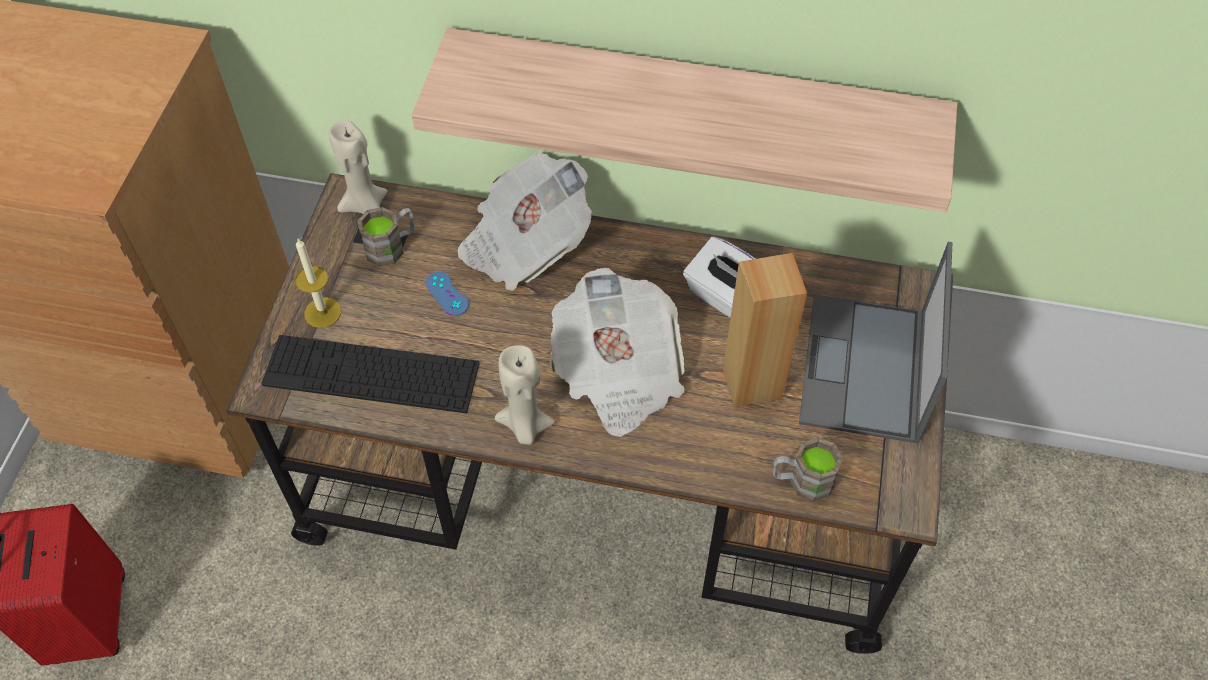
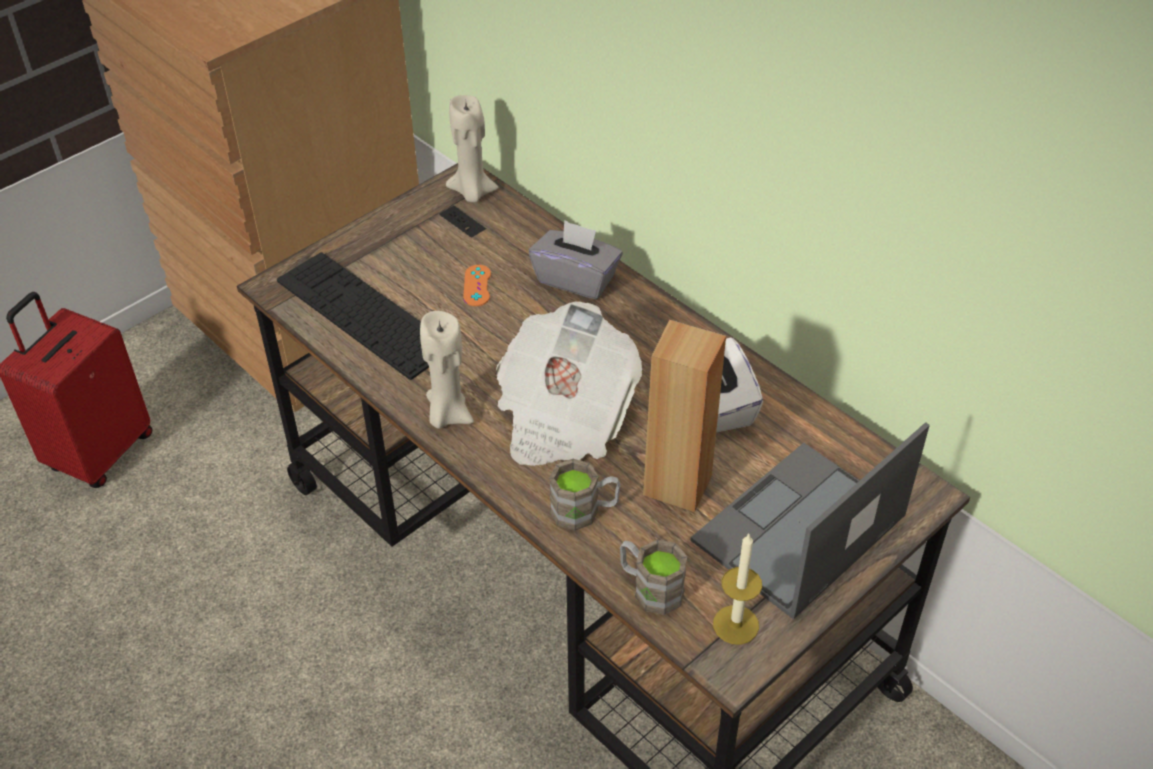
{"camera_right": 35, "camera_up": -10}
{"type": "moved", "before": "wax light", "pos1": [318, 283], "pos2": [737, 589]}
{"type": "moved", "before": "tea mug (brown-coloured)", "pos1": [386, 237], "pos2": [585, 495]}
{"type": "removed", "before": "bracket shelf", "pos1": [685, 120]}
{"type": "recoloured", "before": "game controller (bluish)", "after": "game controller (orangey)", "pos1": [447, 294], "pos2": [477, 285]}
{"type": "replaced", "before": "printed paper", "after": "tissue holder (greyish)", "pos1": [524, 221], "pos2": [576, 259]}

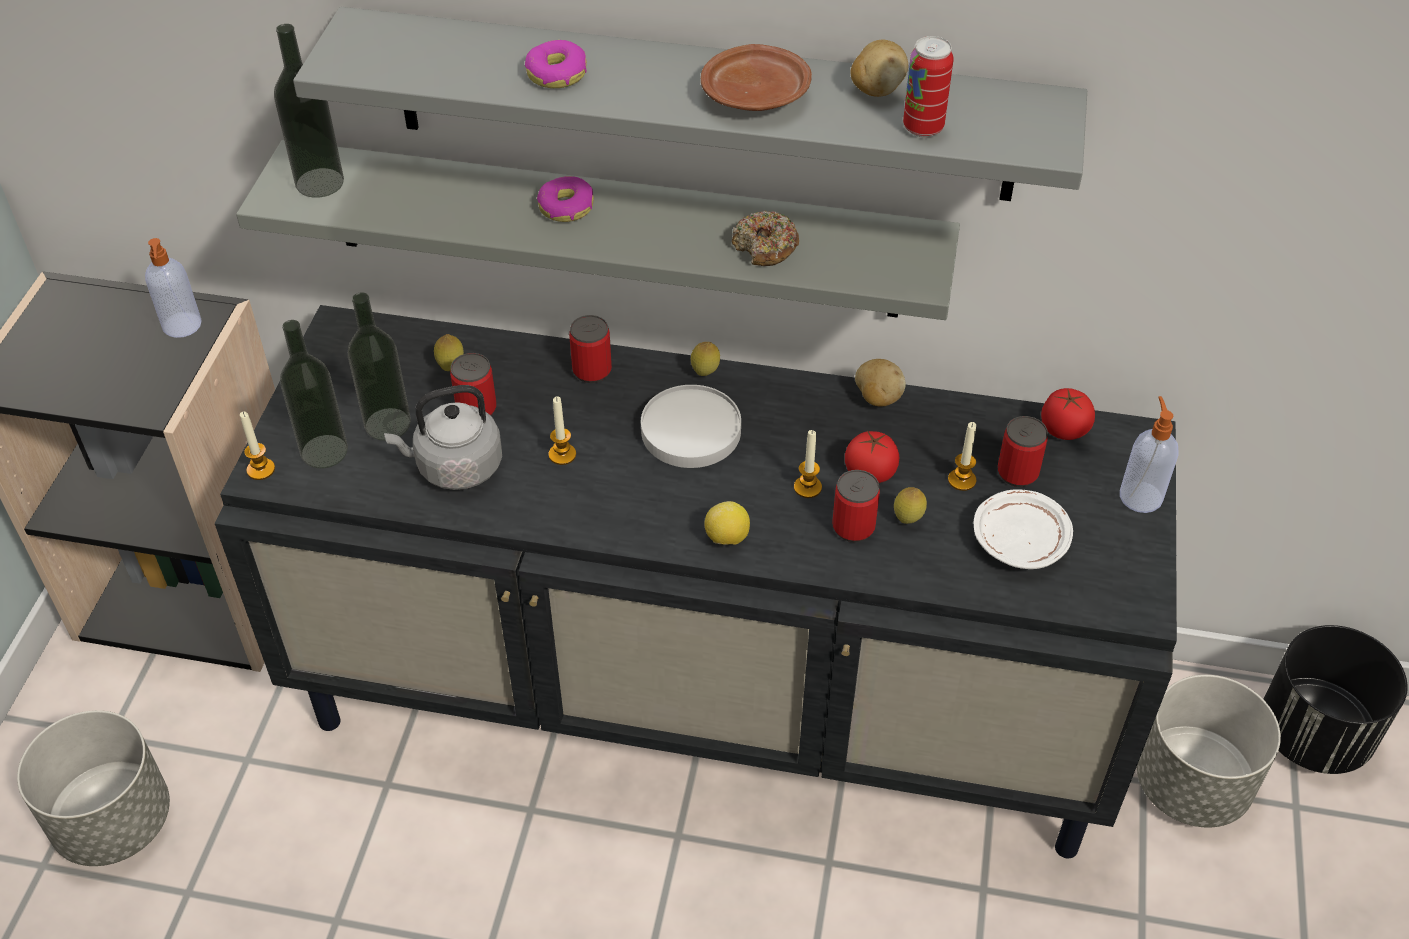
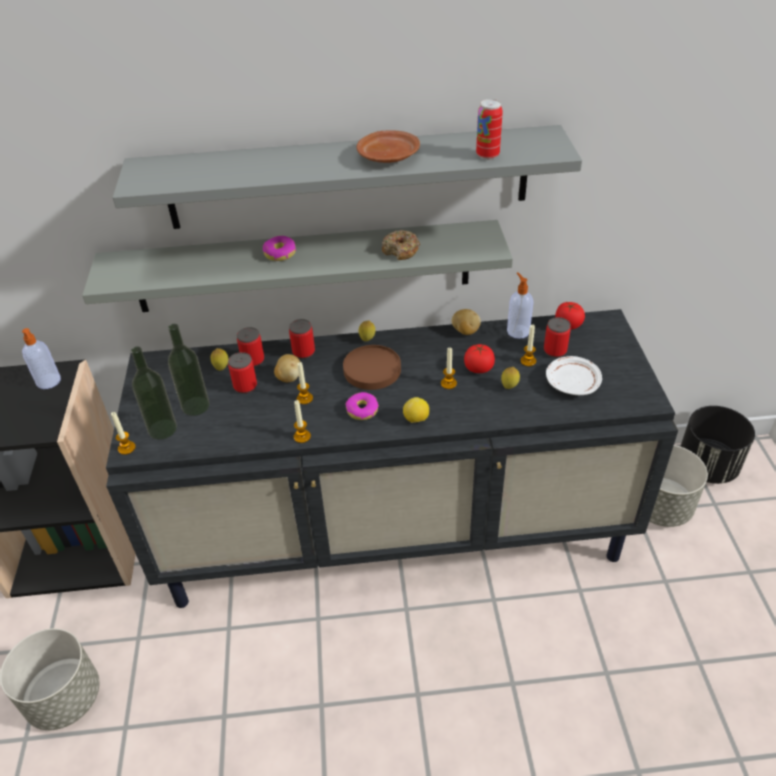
{"camera_right": -15, "camera_up": -5}
{"type": "removed", "before": "bottle", "pos1": [309, 111]}
{"type": "removed", "before": "kettle (greyish)", "pos1": [443, 437]}
{"type": "moved", "before": "doughnut", "pos1": [556, 64], "pos2": [362, 406]}
{"type": "recoloured", "before": "dinner plate (whitish)", "after": "dinner plate (brown-coloured)", "pos1": [691, 426], "pos2": [372, 367]}
{"type": "moved", "before": "can", "pos1": [856, 506], "pos2": [250, 347]}
{"type": "moved", "before": "whole potato", "pos1": [879, 68], "pos2": [287, 368]}
{"type": "moved", "before": "soap bottle", "pos1": [1149, 454], "pos2": [520, 305]}
{"type": "added", "after": "wax light", "pos2": [302, 421]}

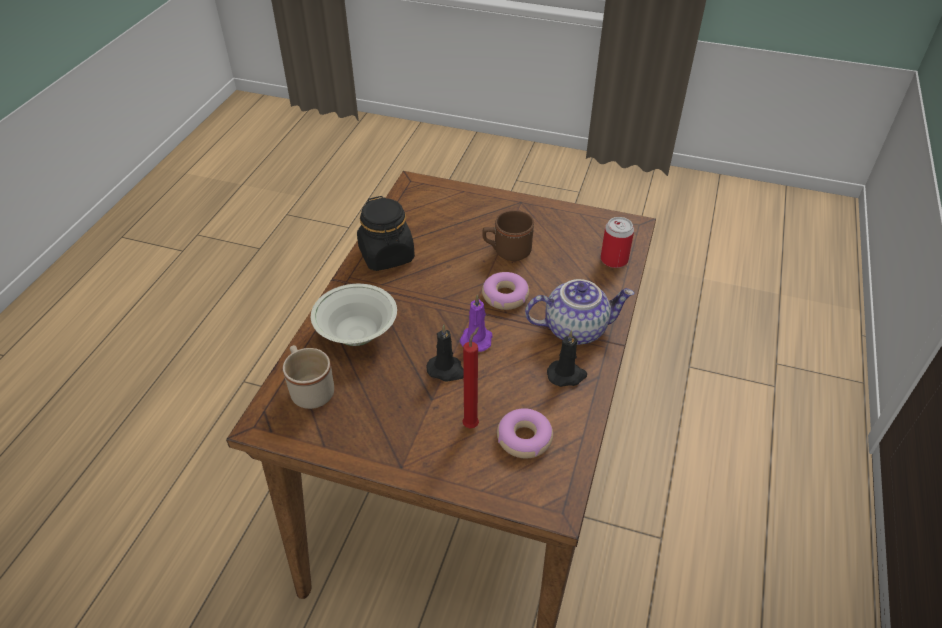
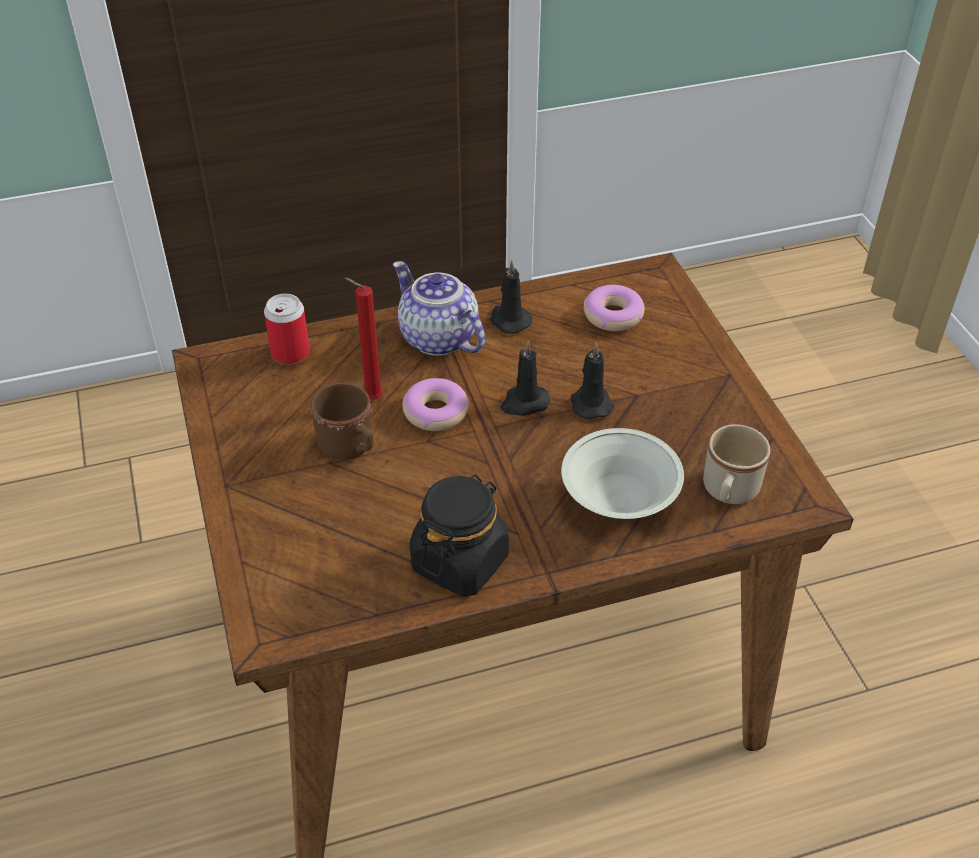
{"camera_right": -125, "camera_up": 0}
{"type": "recoloured", "before": "wax light (purple)", "after": "wax light (blackish)", "pos1": [476, 323], "pos2": [525, 378]}
{"type": "moved", "before": "wax light (reddish)", "pos1": [471, 377], "pos2": [364, 339]}

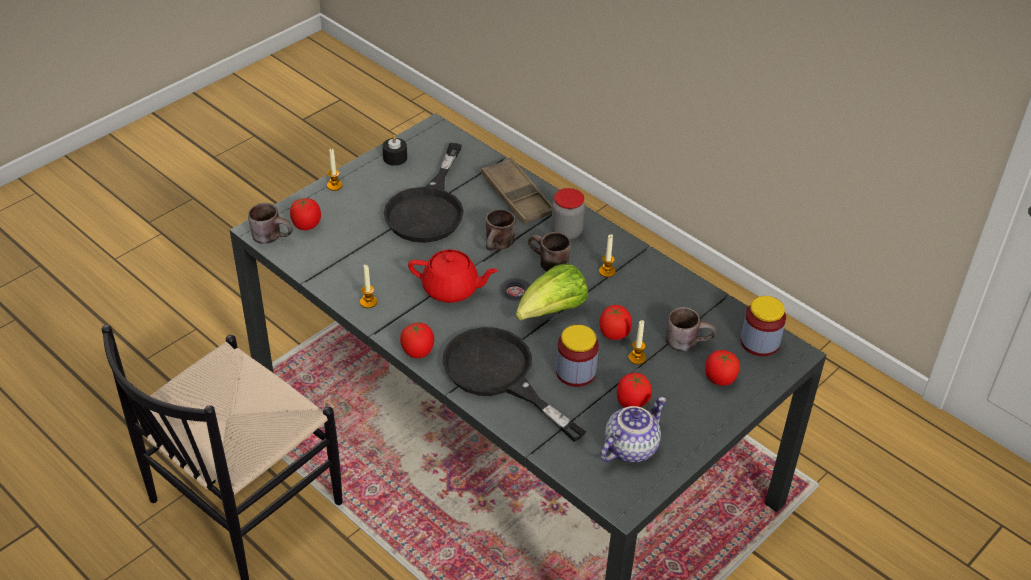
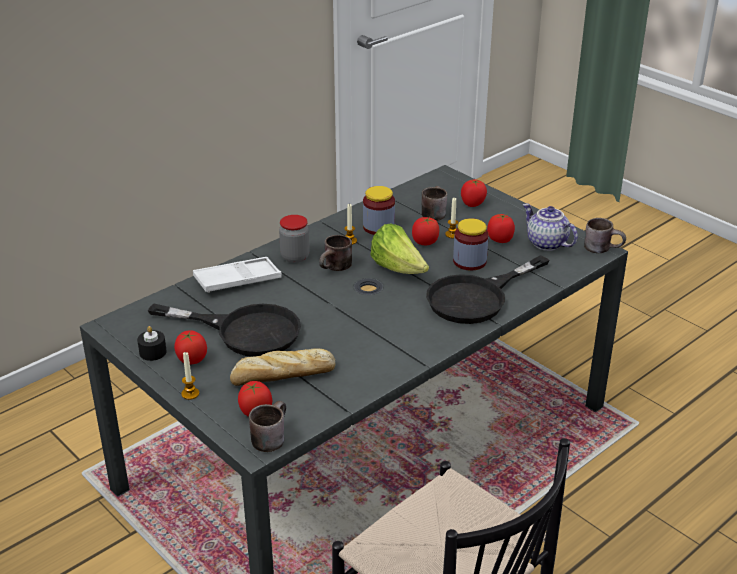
{"camera_right": -85, "camera_up": -10}
{"type": "removed", "before": "wax light", "pos1": [368, 286]}
{"type": "moved", "before": "whole tomato", "pos1": [417, 340], "pos2": [190, 347]}
{"type": "removed", "before": "pot for tea (reddish)", "pos1": [453, 276]}
{"type": "recoloured", "before": "carrying tray (brown-coloured)", "after": "carrying tray (whitish)", "pos1": [516, 191], "pos2": [237, 275]}
{"type": "moved", "before": "tea mug (brown-coloured)", "pos1": [501, 230], "pos2": [605, 235]}
{"type": "moved", "before": "storage jar", "pos1": [763, 326], "pos2": [379, 210]}
{"type": "added", "after": "bakery bread", "pos2": [282, 367]}

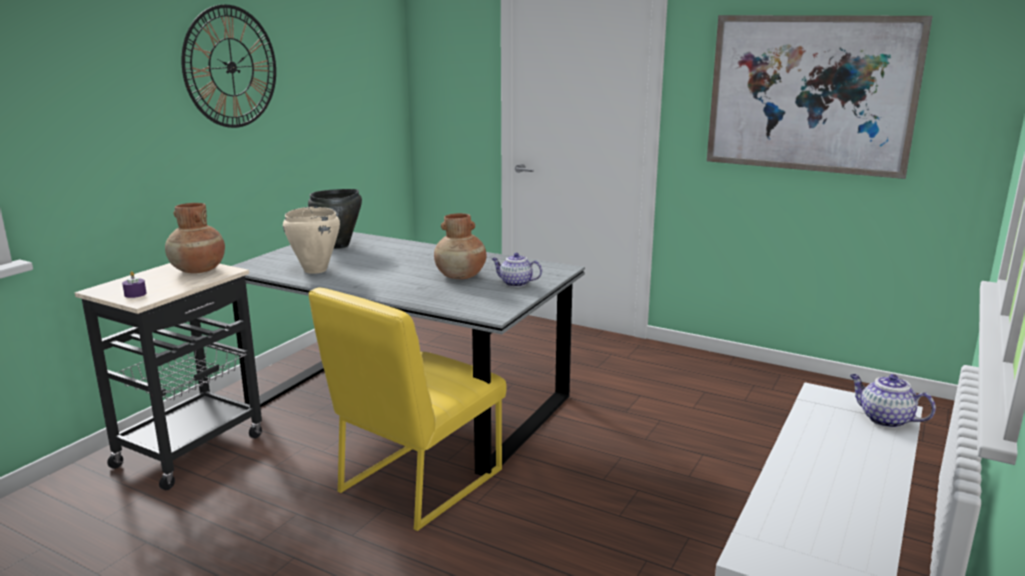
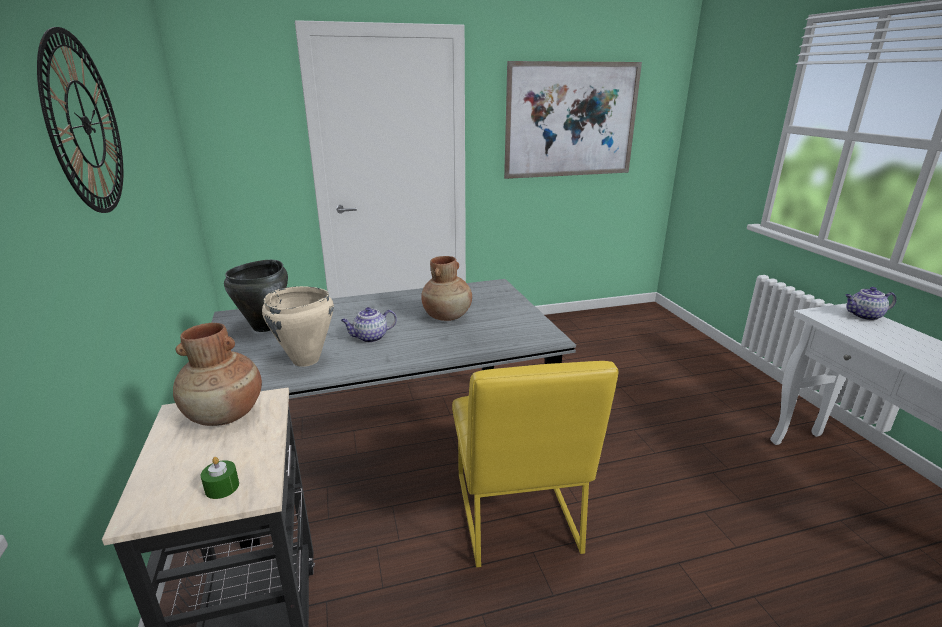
{"camera_right": -45, "camera_up": 5}
{"type": "recoloured", "before": "wax light (purple)", "after": "wax light (greenish)", "pos1": [134, 284], "pos2": [220, 478]}
{"type": "moved", "before": "pot for tea", "pos1": [516, 270], "pos2": [369, 325]}

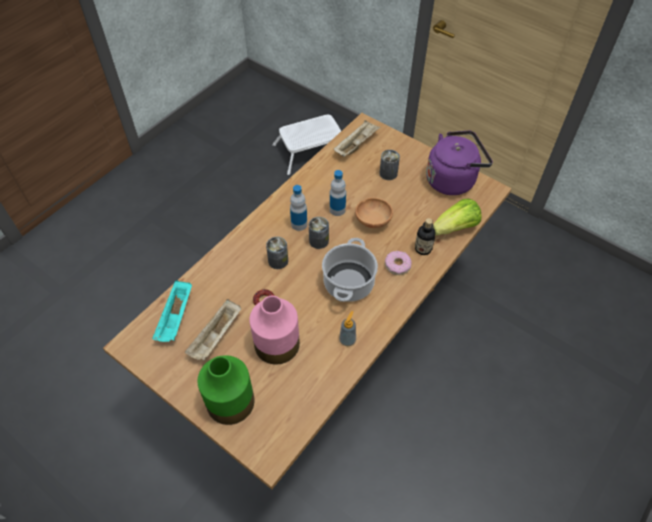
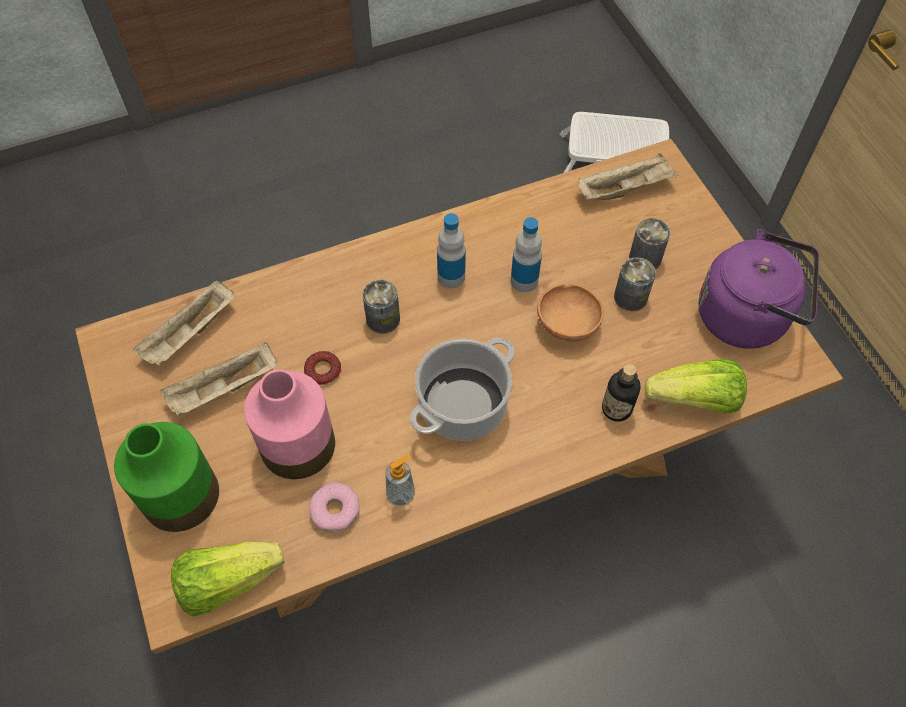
{"camera_right": 30, "camera_up": 5}
{"type": "recoloured", "before": "carrying tray (turquoise)", "after": "carrying tray (beige-coloured)", "pos1": [172, 311], "pos2": [183, 322]}
{"type": "moved", "before": "can", "pos1": [319, 233], "pos2": [635, 284]}
{"type": "moved", "before": "doughnut", "pos1": [398, 263], "pos2": [334, 507]}
{"type": "added", "after": "lettuce head", "pos2": [227, 579]}

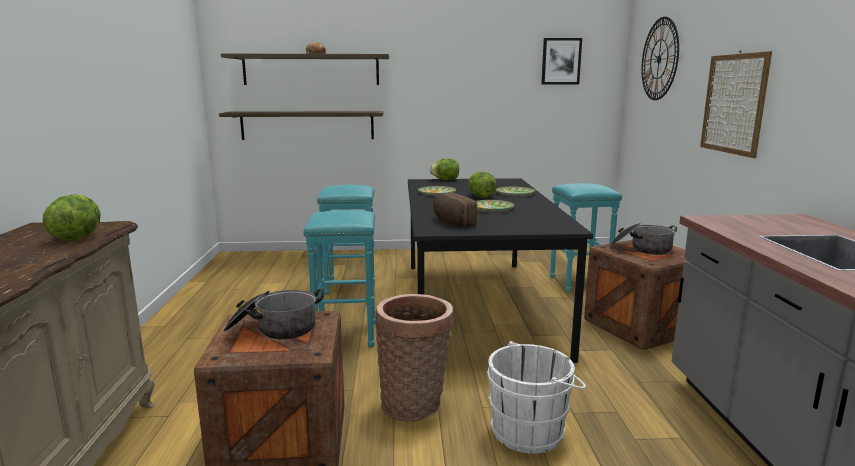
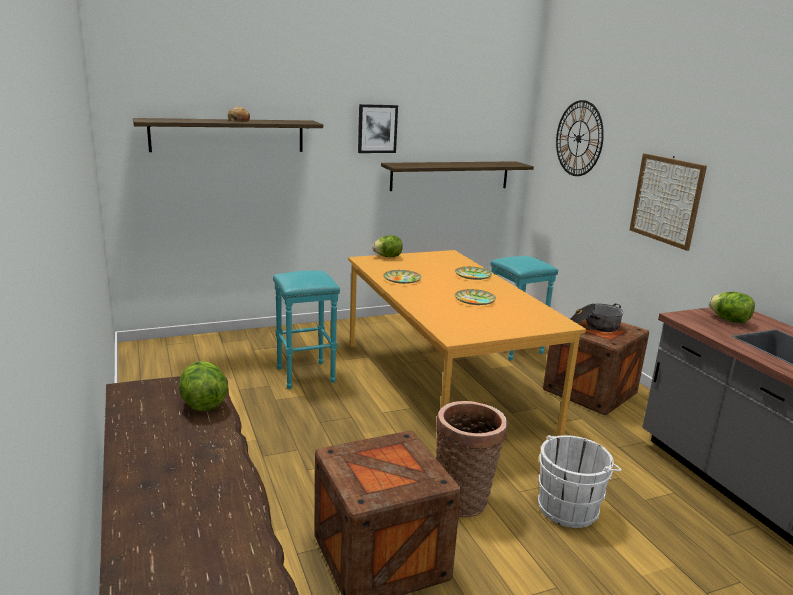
{"camera_right": -20, "camera_up": 5}
{"type": "moved", "before": "bracket shelf", "pos1": [301, 125], "pos2": [457, 176]}
{"type": "removed", "before": "cooking pot", "pos1": [274, 314]}
{"type": "removed", "before": "sitting stool (turquoise)", "pos1": [339, 278]}
{"type": "recoloured", "before": "dining table (blackish)", "after": "dining table (orangey)", "pos1": [500, 270], "pos2": [467, 343]}
{"type": "removed", "before": "bakery bread", "pos1": [455, 209]}
{"type": "moved", "before": "lettuce head", "pos1": [482, 185], "pos2": [732, 307]}
{"type": "moved", "before": "picture", "pos1": [561, 61], "pos2": [378, 128]}

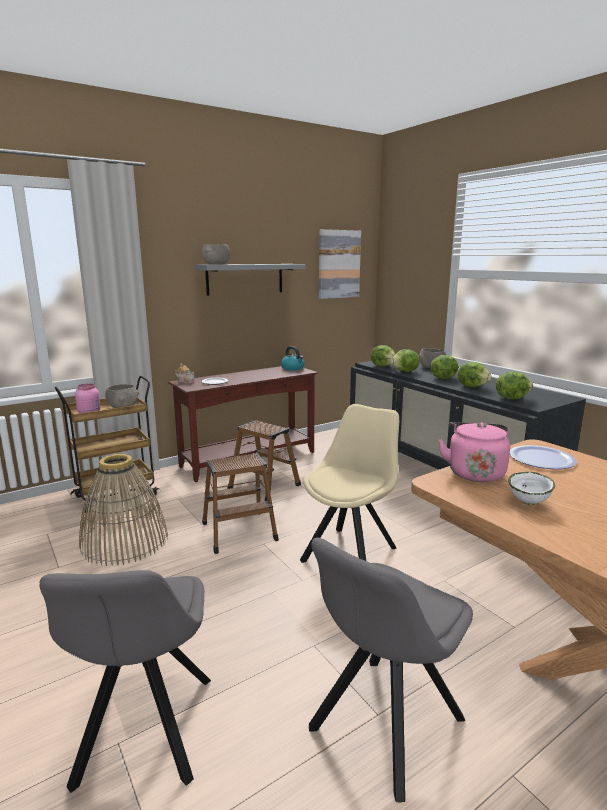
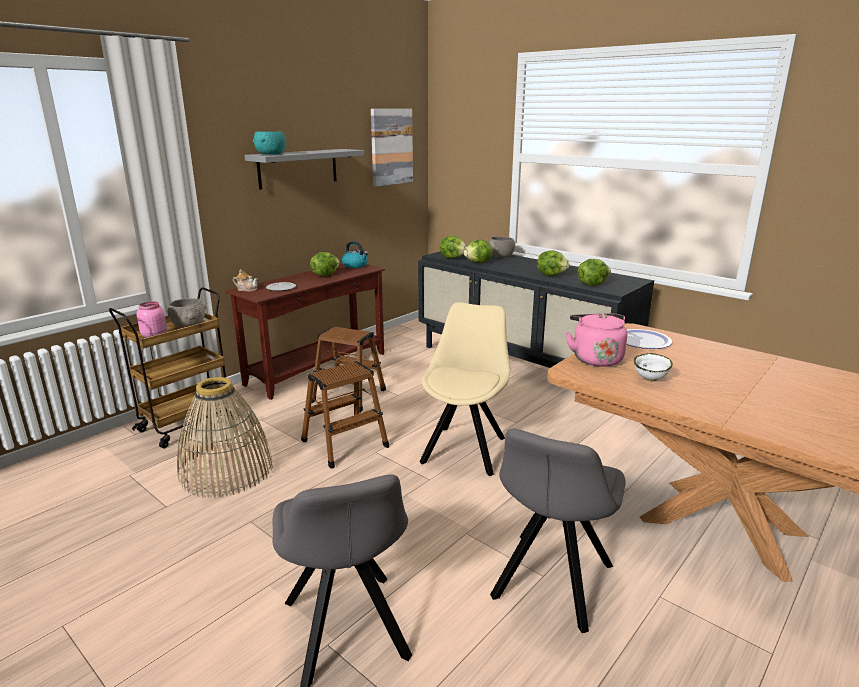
{"camera_right": -15, "camera_up": 5}
{"type": "recoloured", "before": "serving bowl (greyish)", "after": "serving bowl (turquoise)", "pos1": [216, 254], "pos2": [269, 143]}
{"type": "moved", "before": "lettuce head", "pos1": [444, 367], "pos2": [325, 264]}

